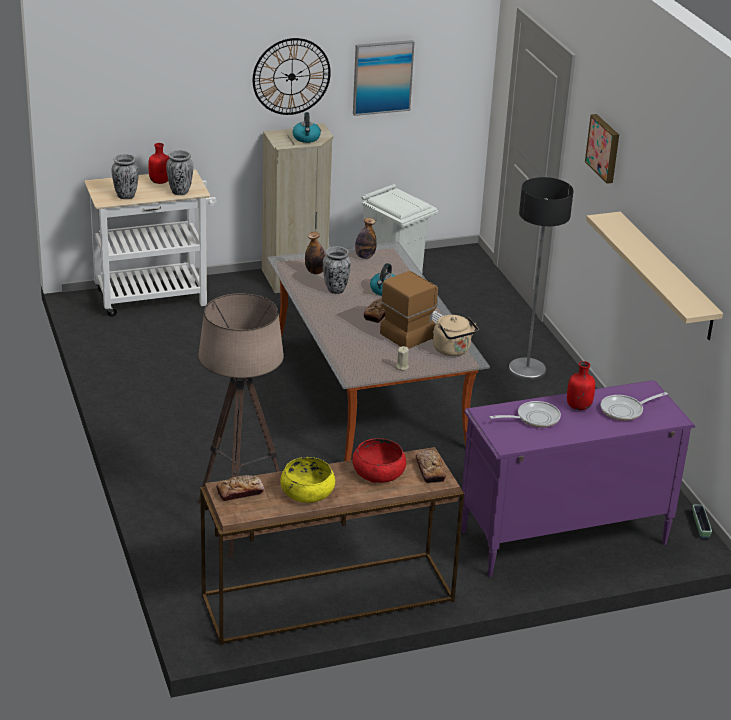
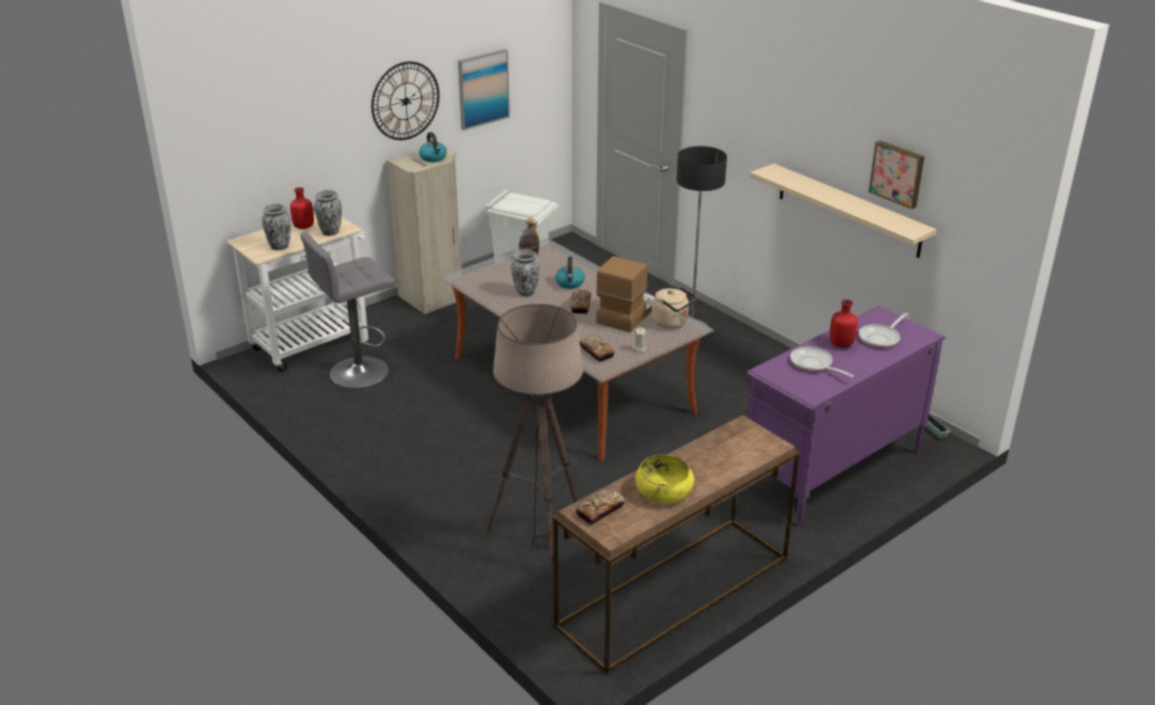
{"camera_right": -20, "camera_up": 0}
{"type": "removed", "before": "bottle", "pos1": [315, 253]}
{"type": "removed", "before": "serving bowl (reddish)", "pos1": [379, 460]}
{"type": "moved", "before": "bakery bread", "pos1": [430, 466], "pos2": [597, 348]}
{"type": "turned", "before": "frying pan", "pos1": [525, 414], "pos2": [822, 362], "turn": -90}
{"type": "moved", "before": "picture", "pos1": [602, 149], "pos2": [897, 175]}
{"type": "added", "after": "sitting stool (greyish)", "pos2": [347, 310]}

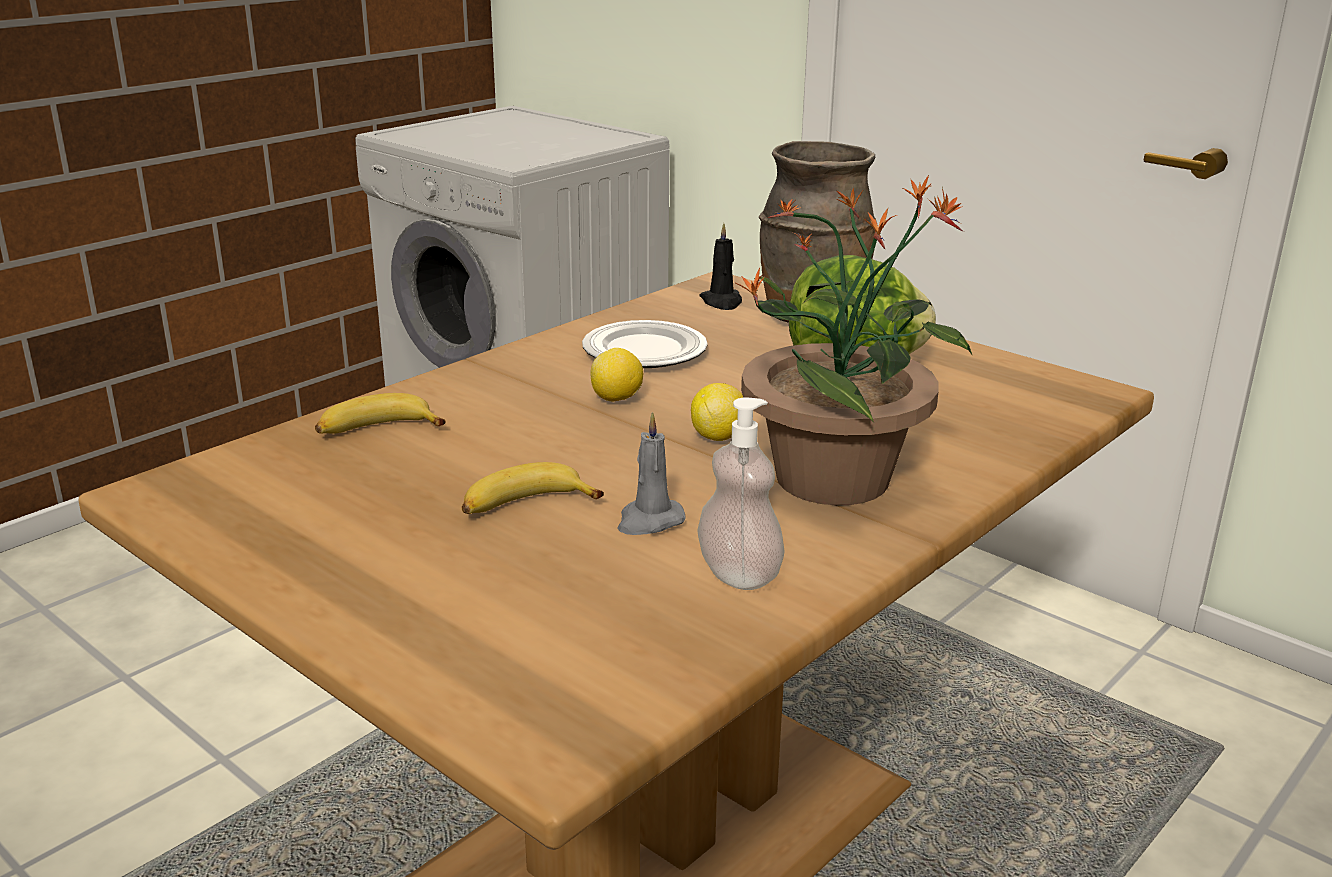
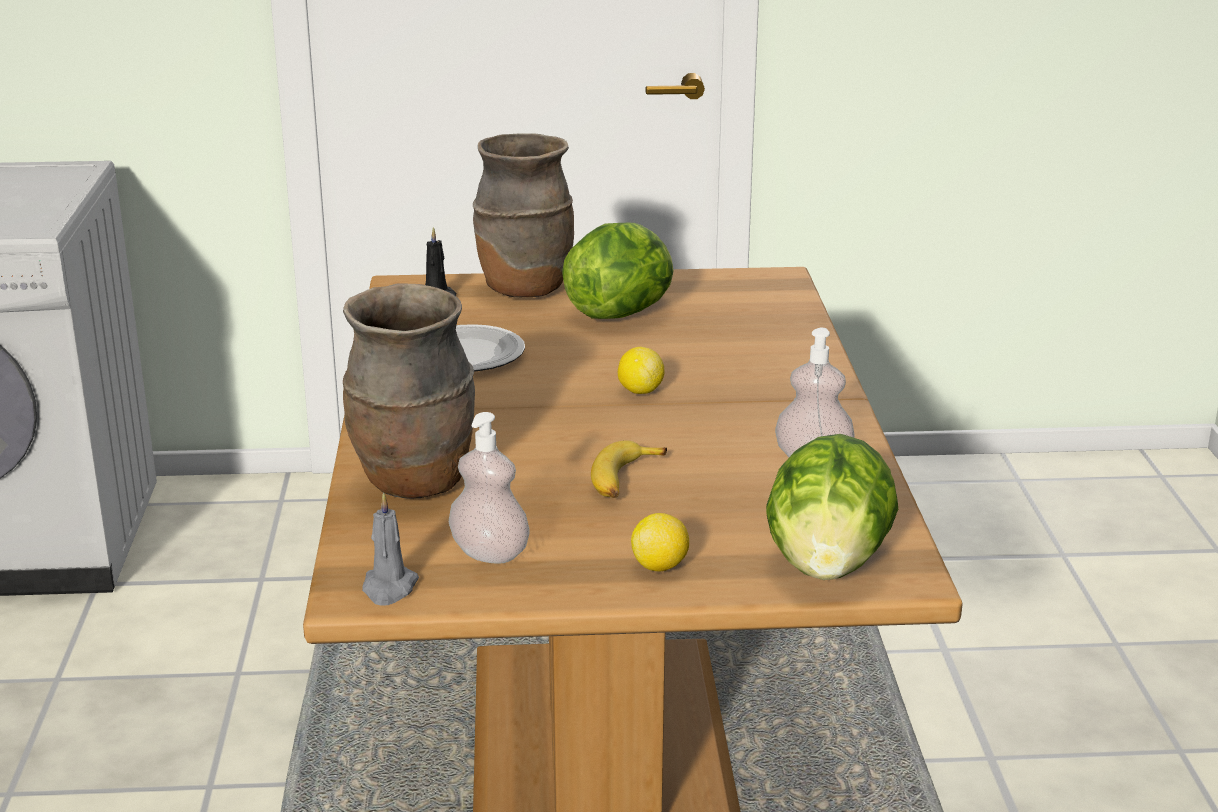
{"camera_right": -45, "camera_up": 0}
{"type": "replaced", "before": "banana", "after": "vase (brown-coloured)", "pos1": [380, 413], "pos2": [409, 391]}
{"type": "moved", "before": "lemon", "pos1": [617, 375], "pos2": [660, 542]}
{"type": "moved", "before": "wax light (greyish)", "pos1": [651, 473], "pos2": [390, 549]}
{"type": "removed", "before": "potted plant", "pos1": [854, 340]}
{"type": "added", "after": "soap bottle", "pos2": [489, 488]}
{"type": "added", "after": "lettuce head", "pos2": [832, 507]}

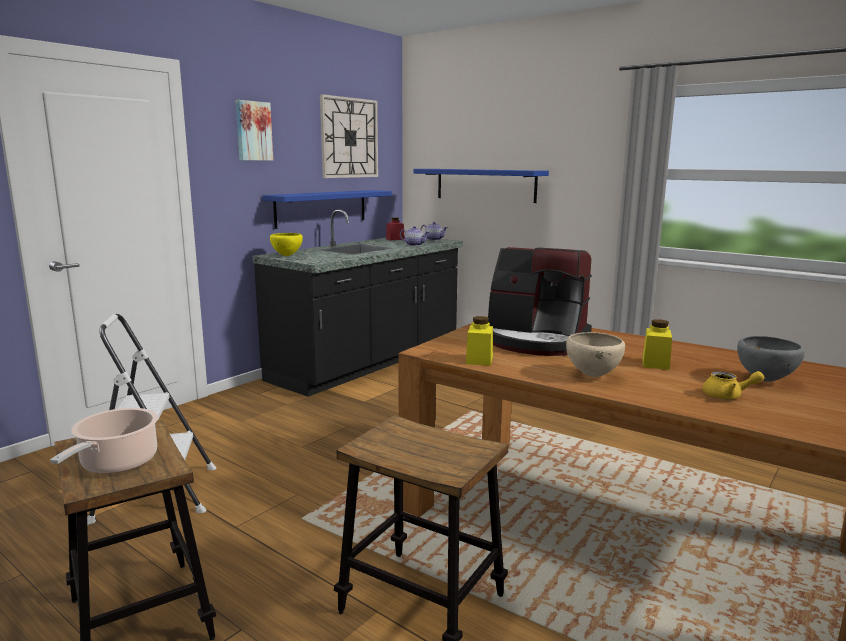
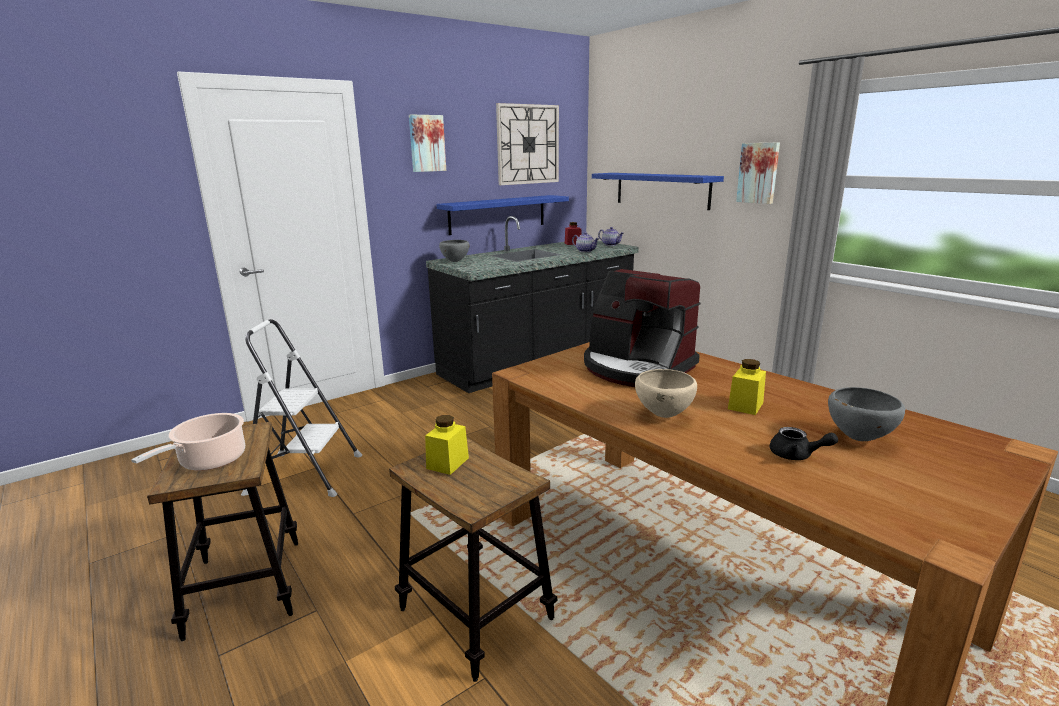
{"camera_right": 15, "camera_up": 5}
{"type": "recoloured", "before": "serving bowl (yellow)", "after": "serving bowl (greyish)", "pos1": [286, 244], "pos2": [454, 251]}
{"type": "moved", "before": "storage jar (yellow)", "pos1": [479, 341], "pos2": [447, 445]}
{"type": "recoloured", "before": "pot for tea (yellow)", "after": "pot for tea (blackish)", "pos1": [734, 385], "pos2": [804, 443]}
{"type": "added", "after": "picture", "pos2": [758, 173]}

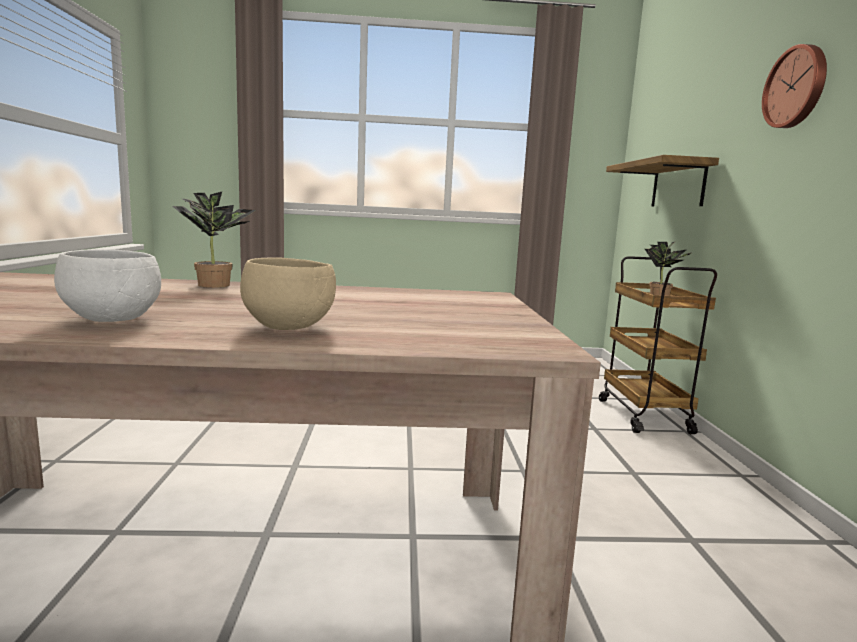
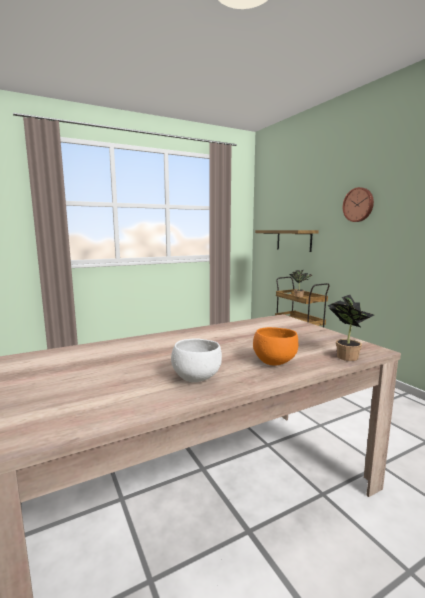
{"camera_right": -25, "camera_up": 0}
{"type": "moved", "before": "potted plant", "pos1": [214, 240], "pos2": [351, 328]}
{"type": "recoloured", "before": "serving bowl (beige-coloured)", "after": "serving bowl (orangey)", "pos1": [288, 294], "pos2": [275, 346]}

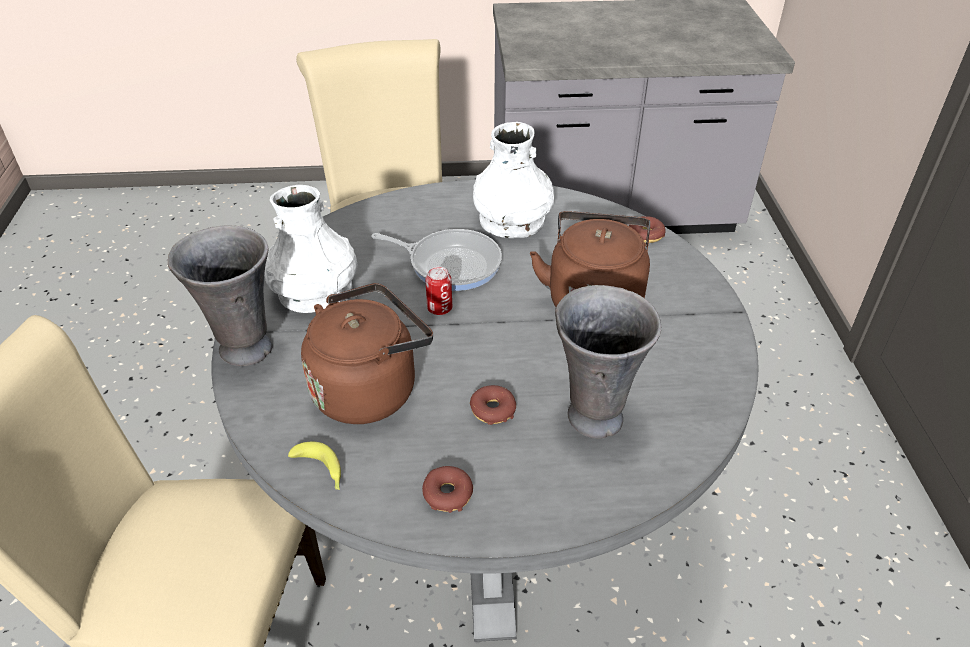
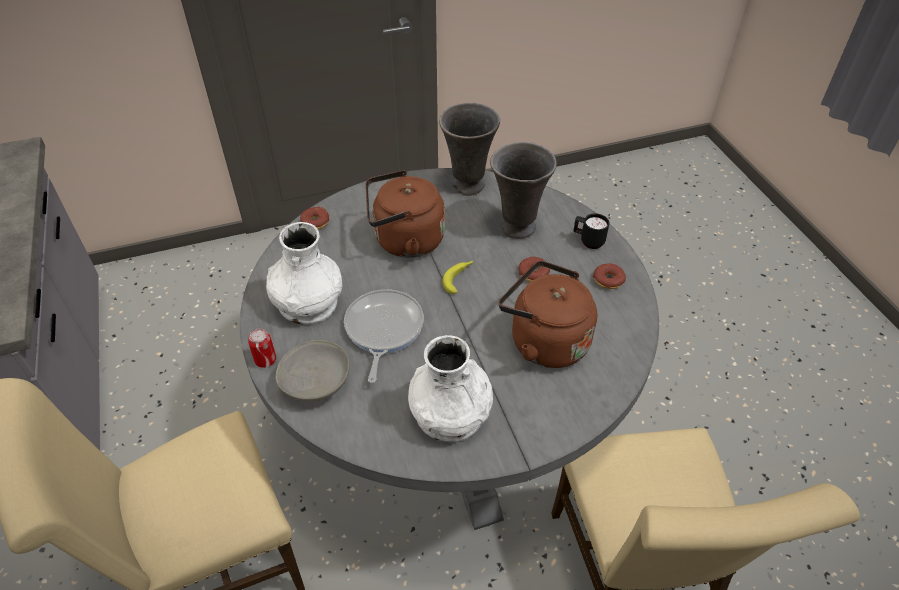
{"camera_right": -105, "camera_up": 5}
{"type": "moved", "before": "vase (greyish)", "pos1": [220, 295], "pos2": [469, 149]}
{"type": "moved", "before": "banana", "pos1": [314, 466], "pos2": [457, 277]}
{"type": "moved", "before": "can", "pos1": [439, 290], "pos2": [262, 348]}
{"type": "added", "after": "serving bowl (greyish)", "pos2": [312, 371]}
{"type": "added", "after": "tea mug (blackish)", "pos2": [591, 231]}

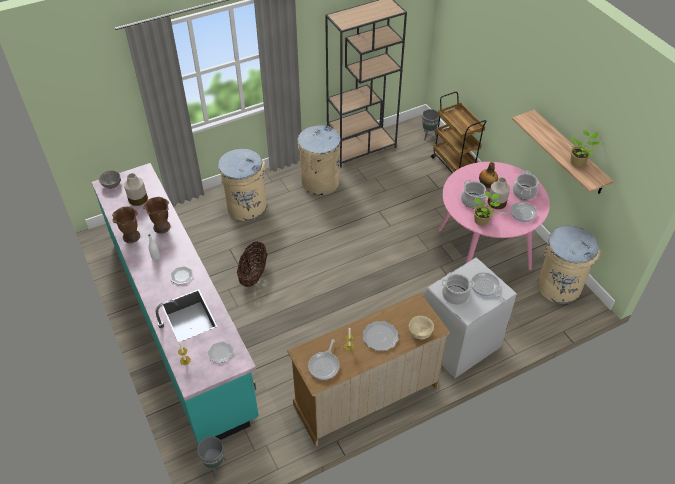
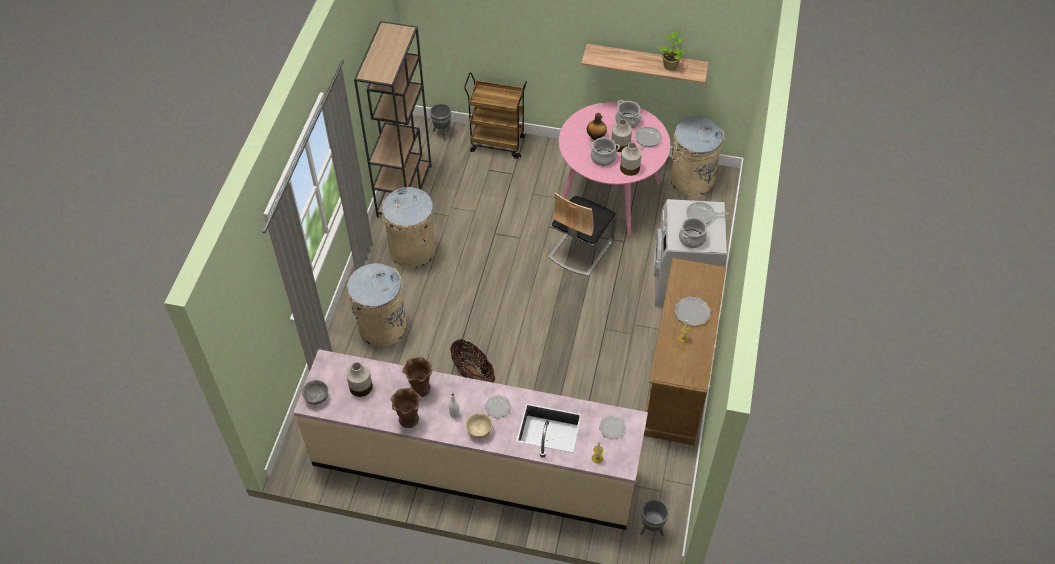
{"camera_right": -50, "camera_up": 5}
{"type": "recoloured", "before": "kitchen counter (turquoise)", "after": "kitchen counter (beige-coloured)", "pos1": [175, 303], "pos2": [471, 439]}
{"type": "removed", "before": "frying pan", "pos1": [324, 359]}
{"type": "moved", "before": "serving bowl (beige-coloured)", "pos1": [421, 328], "pos2": [479, 426]}
{"type": "replaced", "before": "potted plant", "after": "vase (beige-coloured)", "pos1": [487, 208], "pos2": [631, 159]}
{"type": "added", "after": "plain chair", "pos2": [582, 234]}

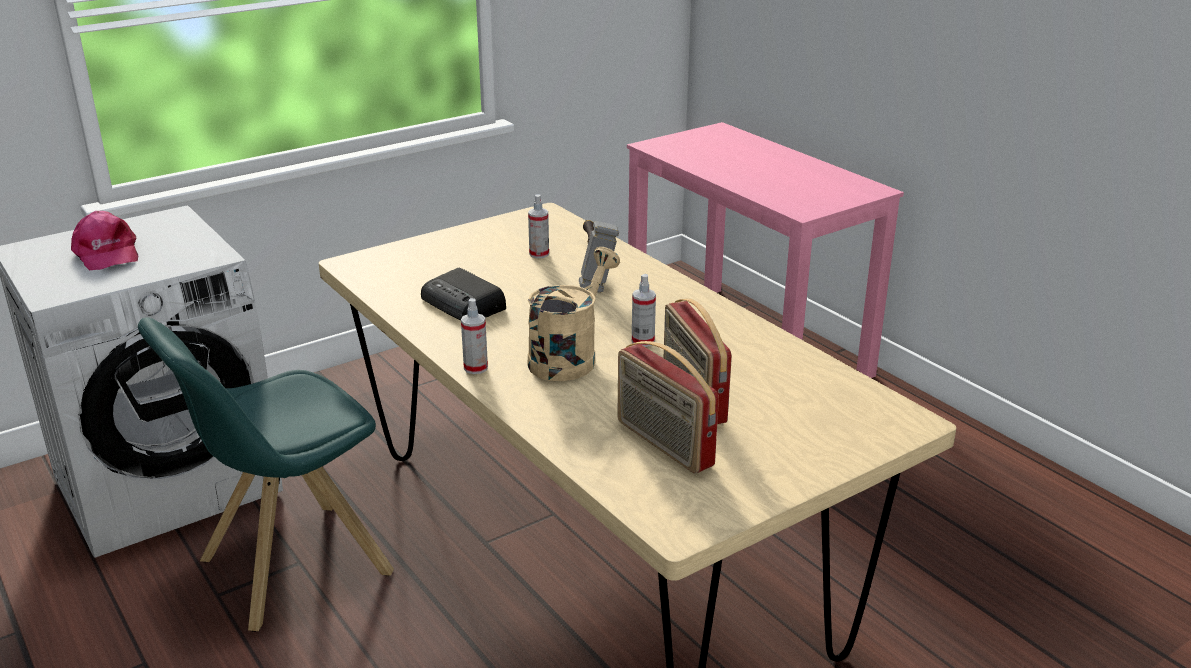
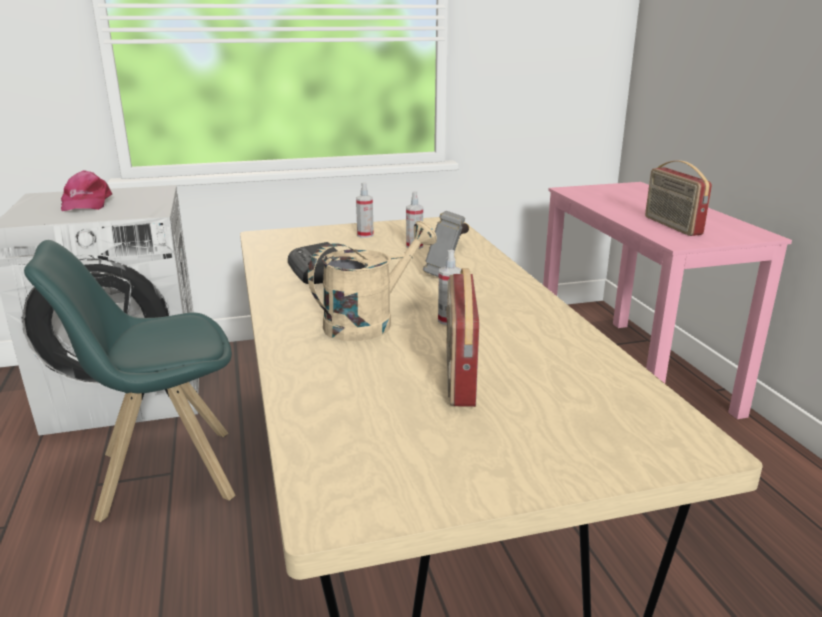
{"camera_right": 20, "camera_up": -5}
{"type": "moved", "before": "sprayer", "pos1": [474, 336], "pos2": [365, 210]}
{"type": "moved", "before": "radio", "pos1": [668, 407], "pos2": [678, 198]}

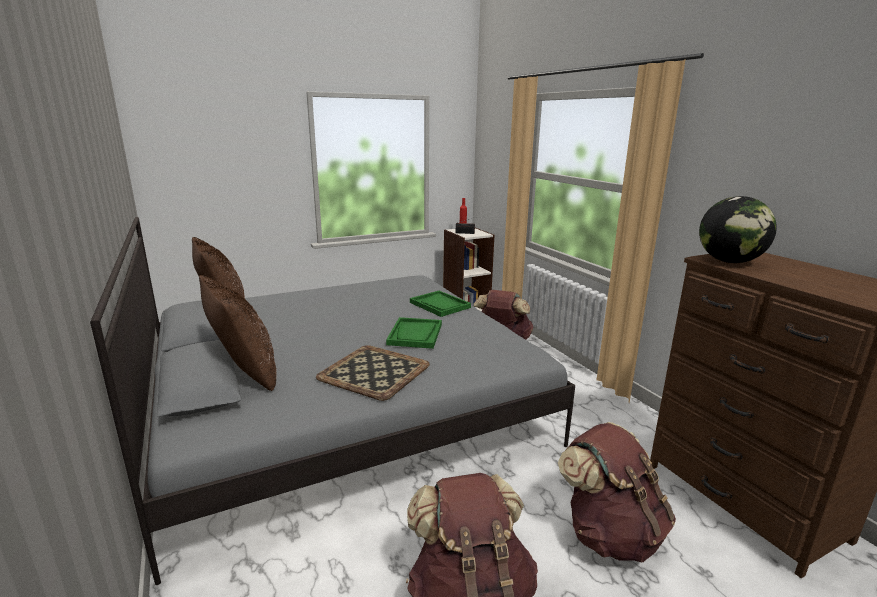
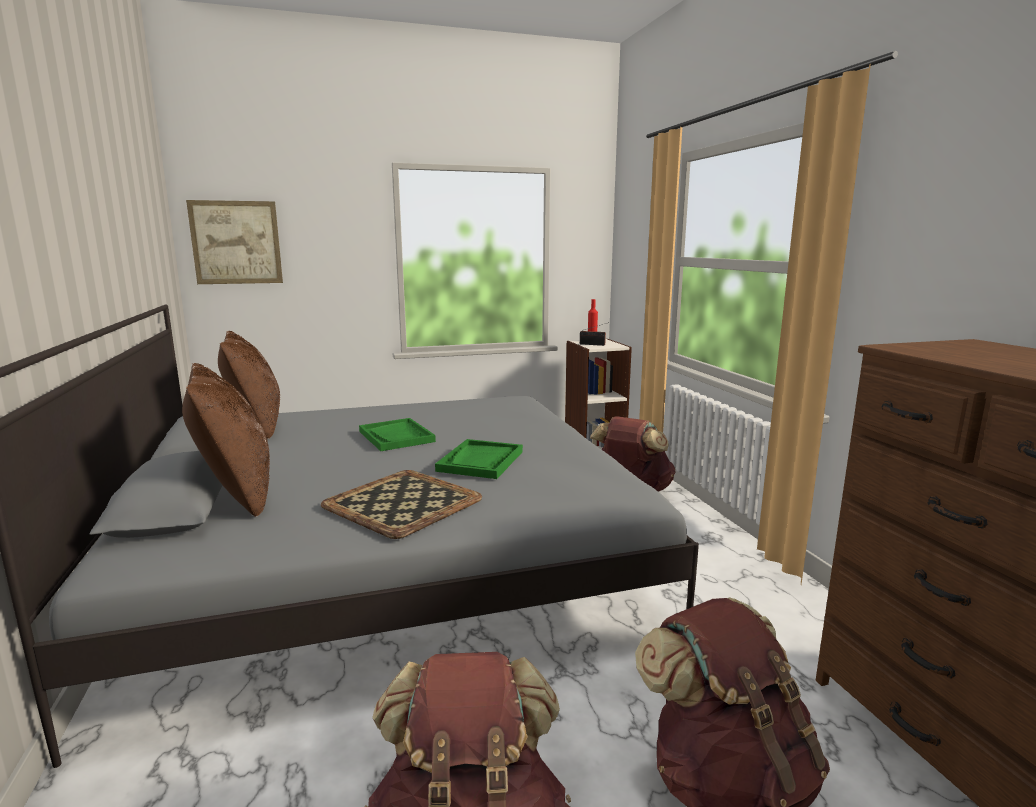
{"camera_right": 10, "camera_up": -5}
{"type": "moved", "before": "carrying tray (greenish)", "pos1": [440, 304], "pos2": [397, 434]}
{"type": "removed", "before": "world globe", "pos1": [738, 229]}
{"type": "added", "after": "picture", "pos2": [234, 242]}

